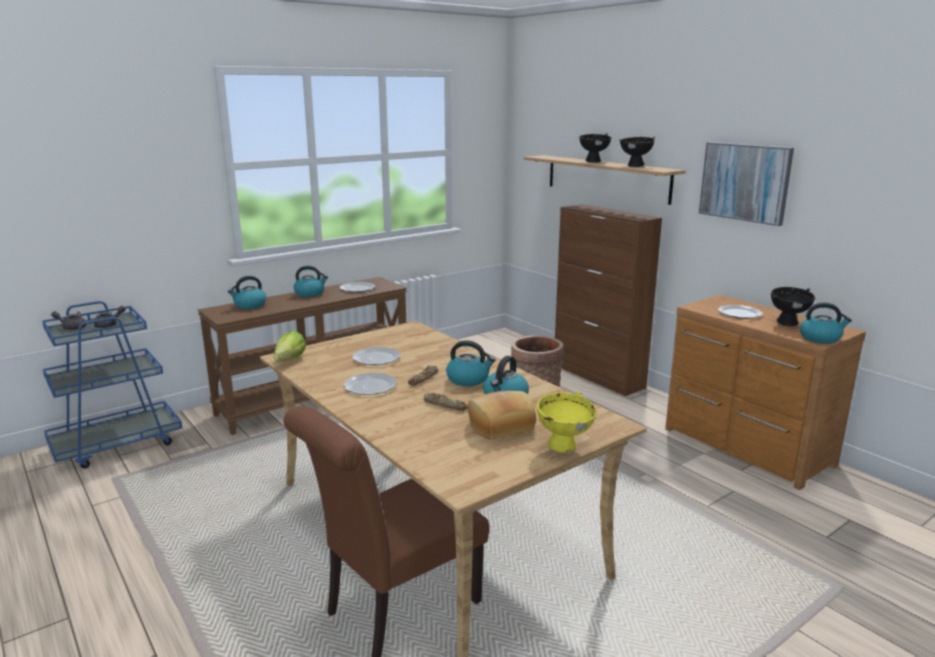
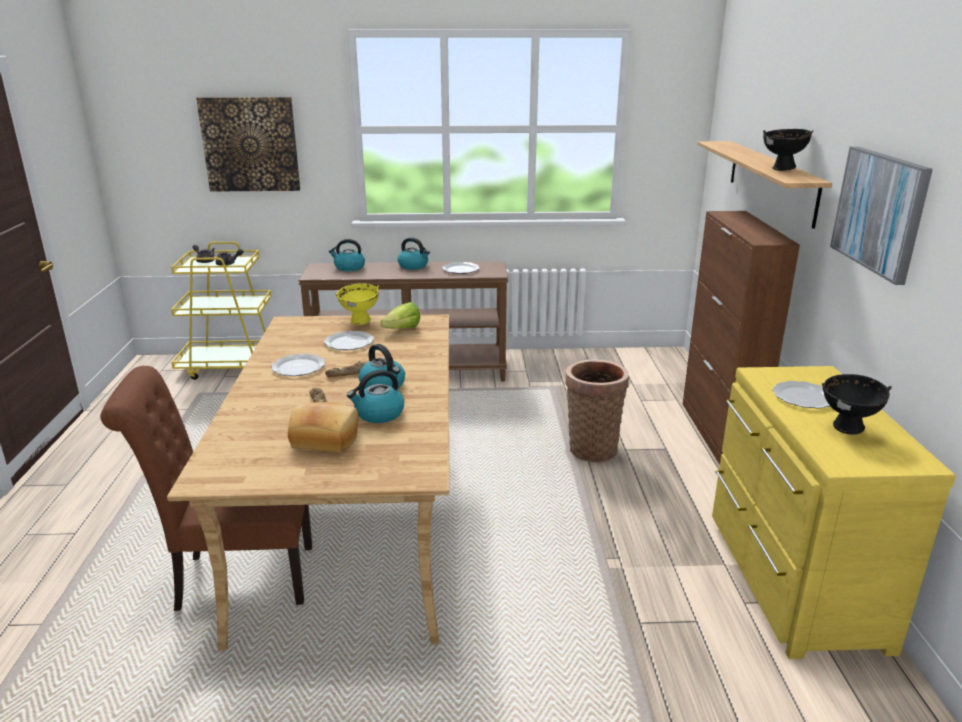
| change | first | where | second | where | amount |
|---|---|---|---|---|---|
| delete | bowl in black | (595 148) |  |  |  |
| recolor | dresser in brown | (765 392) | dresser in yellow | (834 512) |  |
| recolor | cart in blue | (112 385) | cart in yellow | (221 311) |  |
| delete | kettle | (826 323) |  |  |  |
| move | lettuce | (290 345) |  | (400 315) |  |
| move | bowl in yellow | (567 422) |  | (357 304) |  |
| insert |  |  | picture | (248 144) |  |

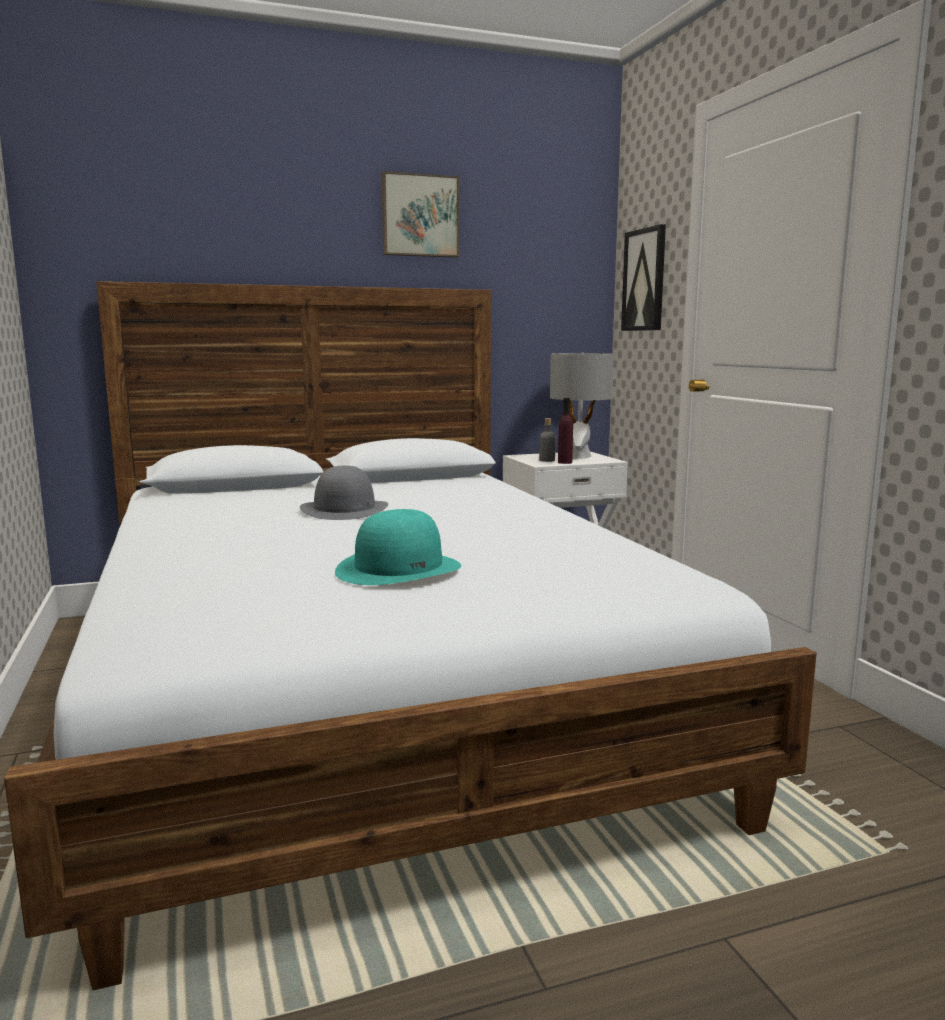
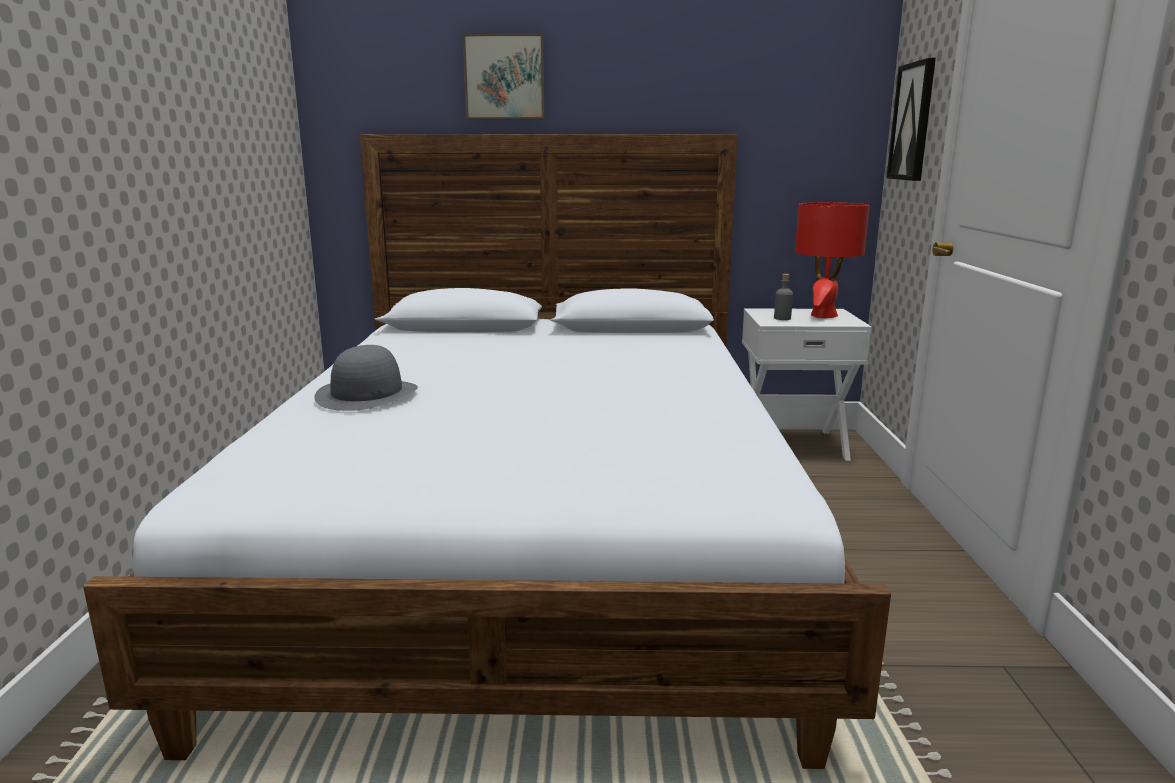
| change | first | where | second | where | amount |
|---|---|---|---|---|---|
| move | picture | (420 214) |  | (503 76) |  |
| recolor | table lamp in grey | (582 405) | table lamp in red | (832 260) |  |
| delete | bottle in purple | (565 431) |  |  |  |
| move | hat in grey | (344 492) |  | (366 378) |  |
| delete | hat in turquoise | (398 547) |  |  |  |

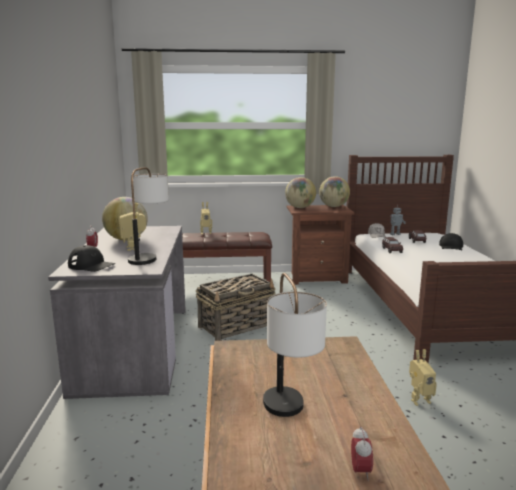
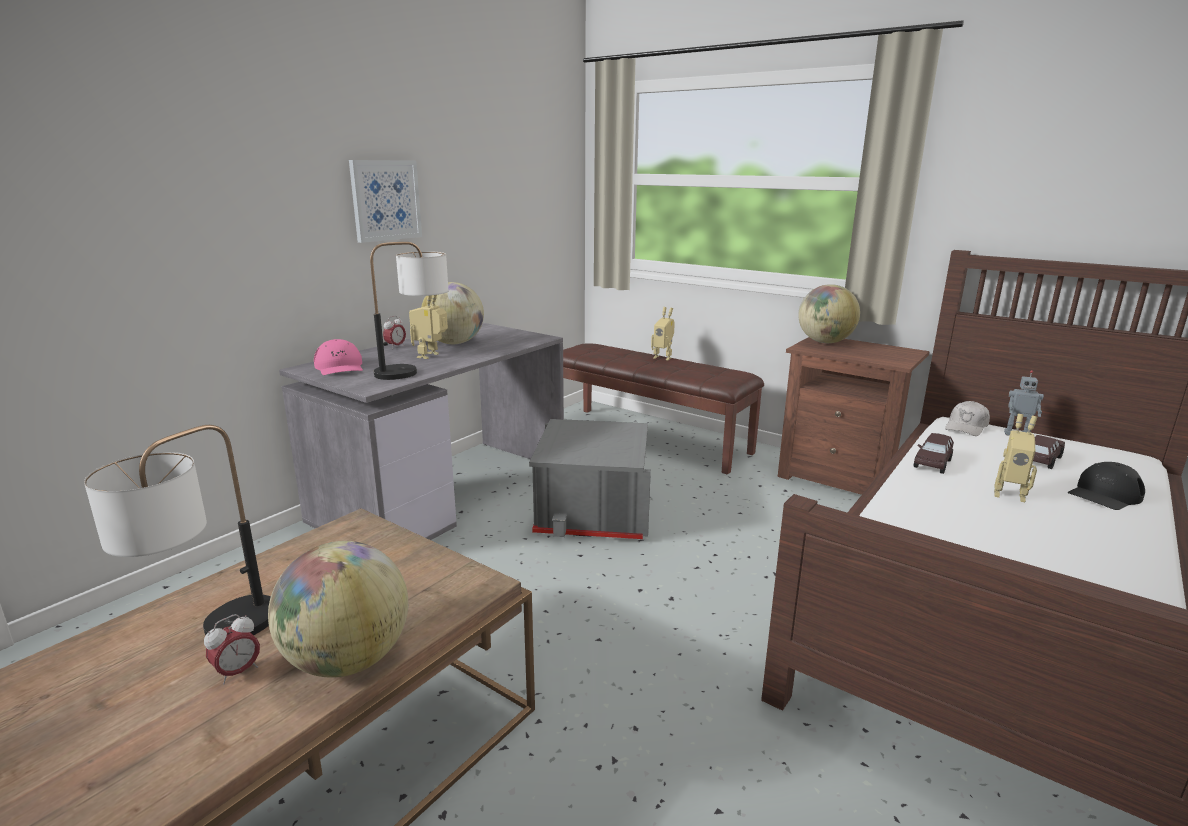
| change | first | where | second | where | amount |
|---|---|---|---|---|---|
| move | globe | (334 191) |  | (338 609) |  |
| recolor | cap in black | (92 258) | cap in pink | (338 357) |  |
| replace | basket | (236 307) | storage box in grey | (590 479) |  |
| move | toy robot | (423 377) |  | (1016 458) |  |
| move | alarm clock | (362 453) |  | (232 649) |  |
| insert |  |  | picture | (385 201) |  |

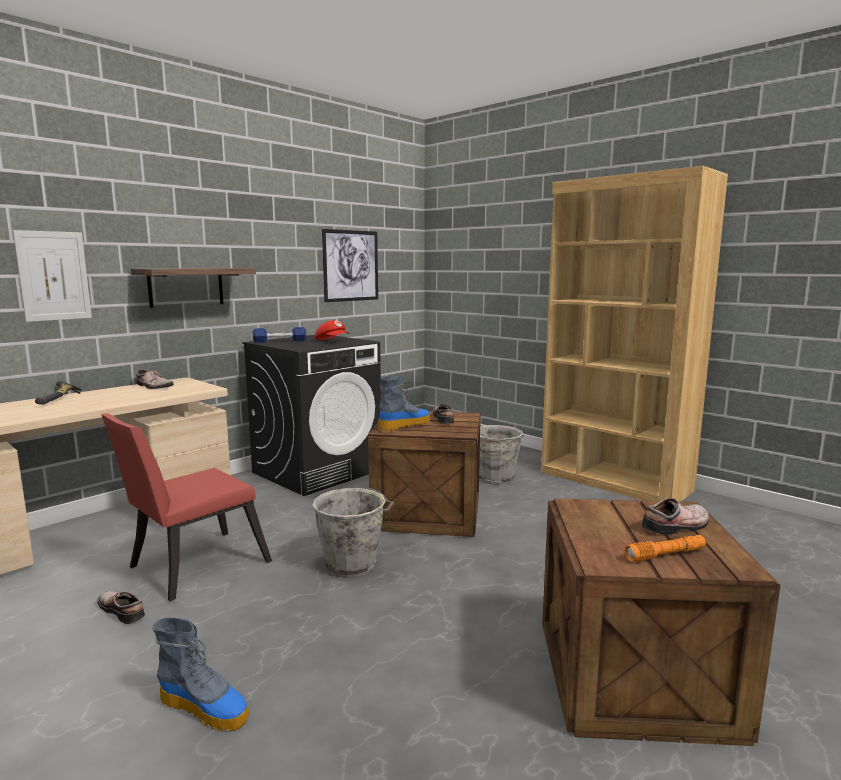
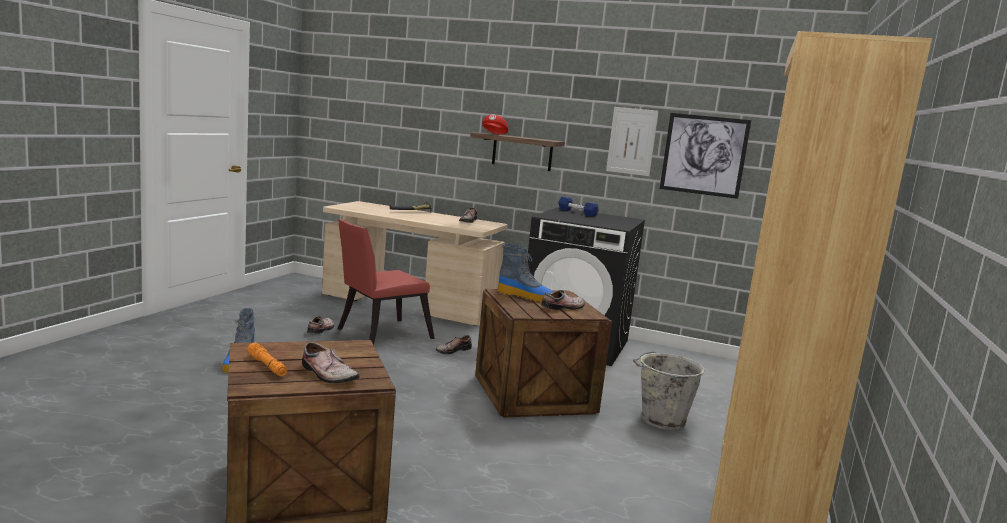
| change | first | where | second | where | amount |
|---|---|---|---|---|---|
| move | picture | (52 276) |  | (632 141) |  |
| move | cap in red | (332 330) |  | (494 124) |  |
| rotate | chair in red | (186 507) |  | (386 282) | 60 degrees counterclockwise |
| delete | bucket in grey | (353 533) |  |  |  |
| insert |  |  | shoe | (454 345) |  |

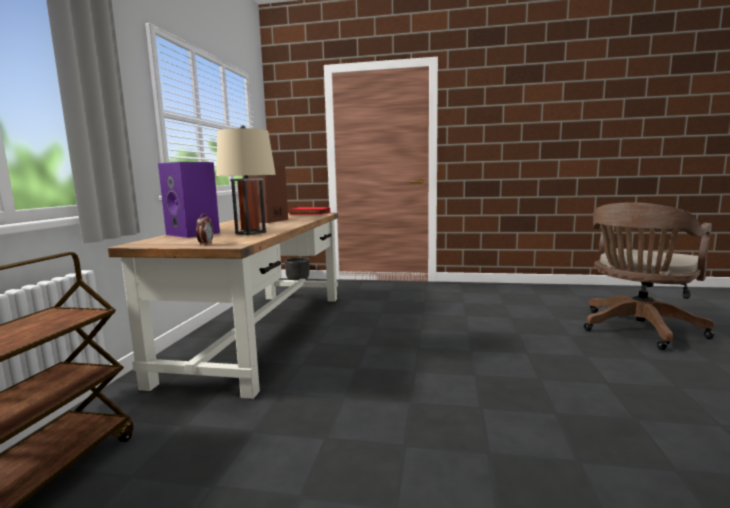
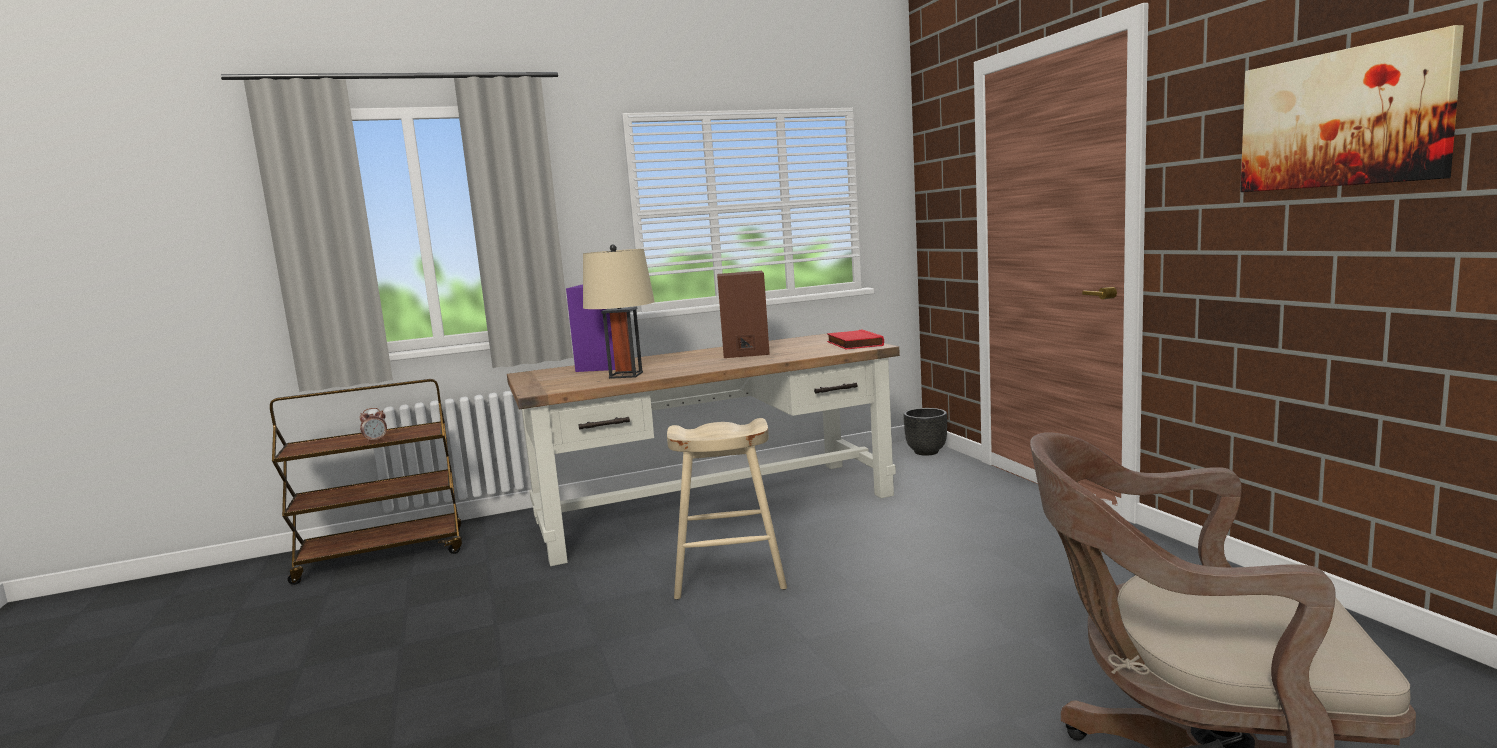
| change | first | where | second | where | amount |
|---|---|---|---|---|---|
| move | alarm clock | (204 229) |  | (373 425) |  |
| insert |  |  | picture | (1352 108) |  |
| insert |  |  | stool in beige | (727 509) |  |

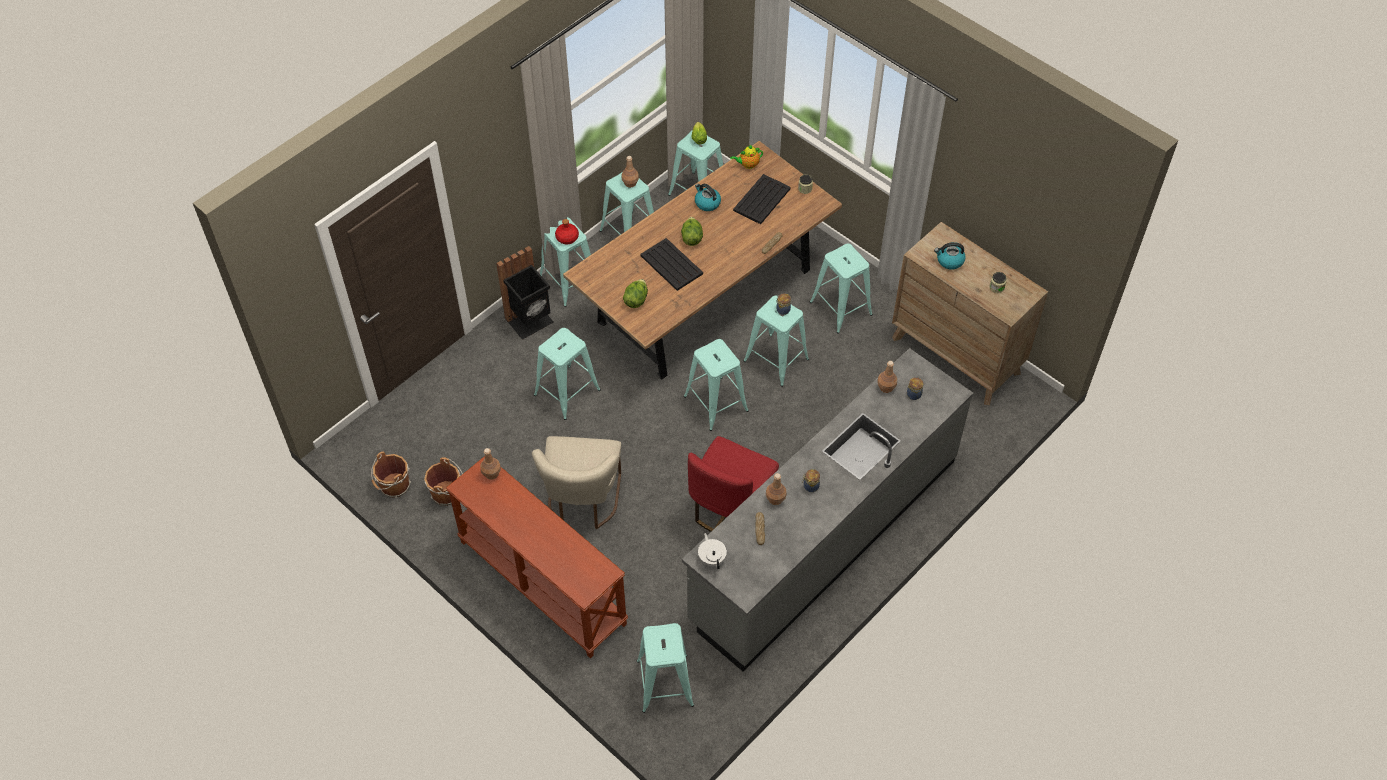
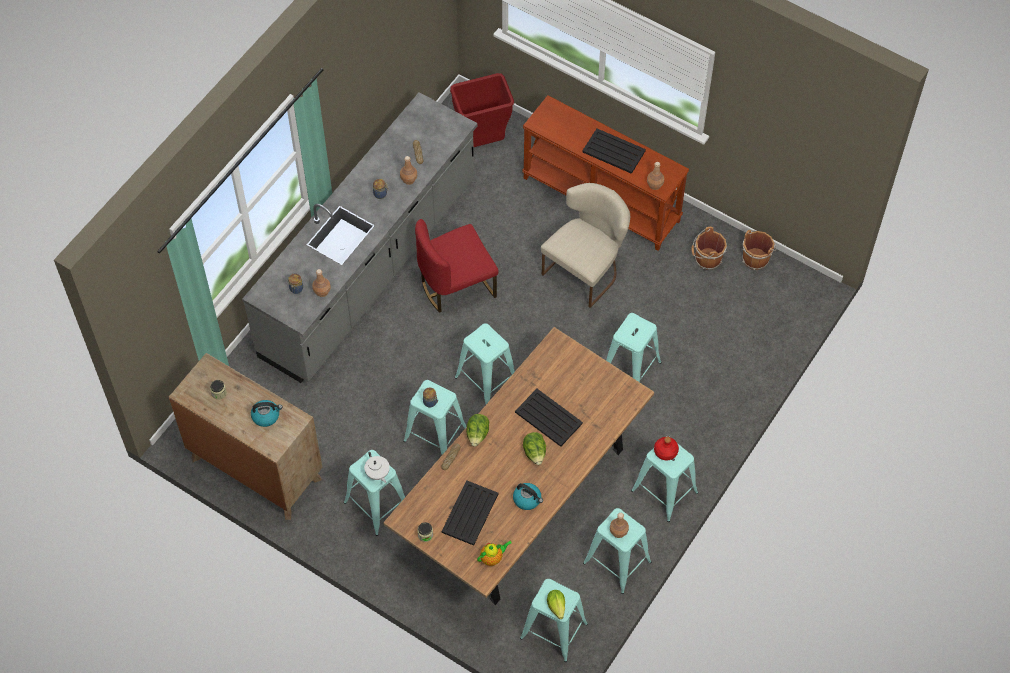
| change | first | where | second | where | amount |
|---|---|---|---|---|---|
| delete | trash can in black | (525 293) |  |  |  |
| move | lettuce | (635 293) |  | (478 430) |  |
| rotate | chair in beige | (576 482) |  | (585 245) | 45 degrees clockwise |
| rotate | chair in red | (733 484) |  | (457 266) | 135 degrees counterclockwise |
| move | teapot in white | (712 551) |  | (377 467) |  |
| replace | stool in turquoise | (665 668) | trash can in red | (482 110) |  |
| insert |  |  | tray in black | (614 151) |  |

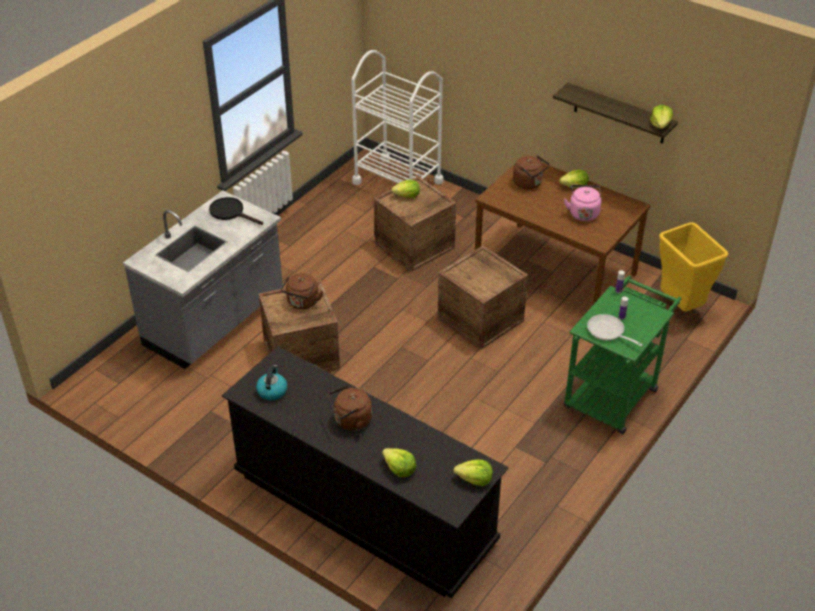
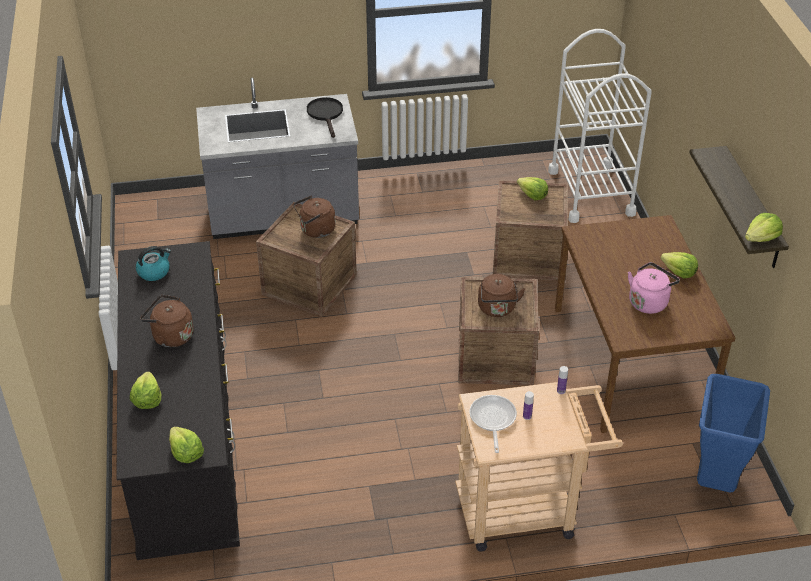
| change | first | where | second | where | amount |
|---|---|---|---|---|---|
| move | kettle in brown | (531 172) |  | (501 295) |  |
| recolor | trash can in yellow | (693 267) | trash can in blue | (733 433) |  |
| recolor | cart in green | (623 354) | cart in beige | (539 467) |  |

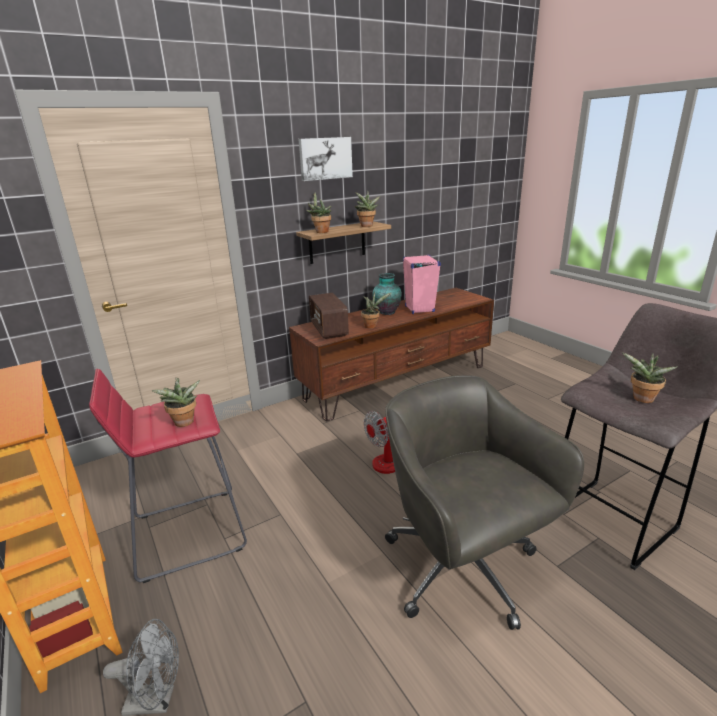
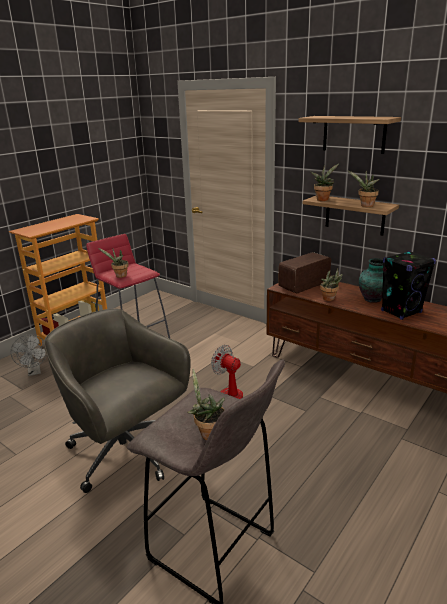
| change | first | where | second | where | amount |
|---|---|---|---|---|---|
| replace | picture | (325 159) | shelf | (349 135) |  |
| recolor | speaker in pink | (422 284) | speaker in black | (408 285) |  |
| rotate | office chair in grey | (484 502) |  | (117 401) | 90 degrees counterclockwise |

